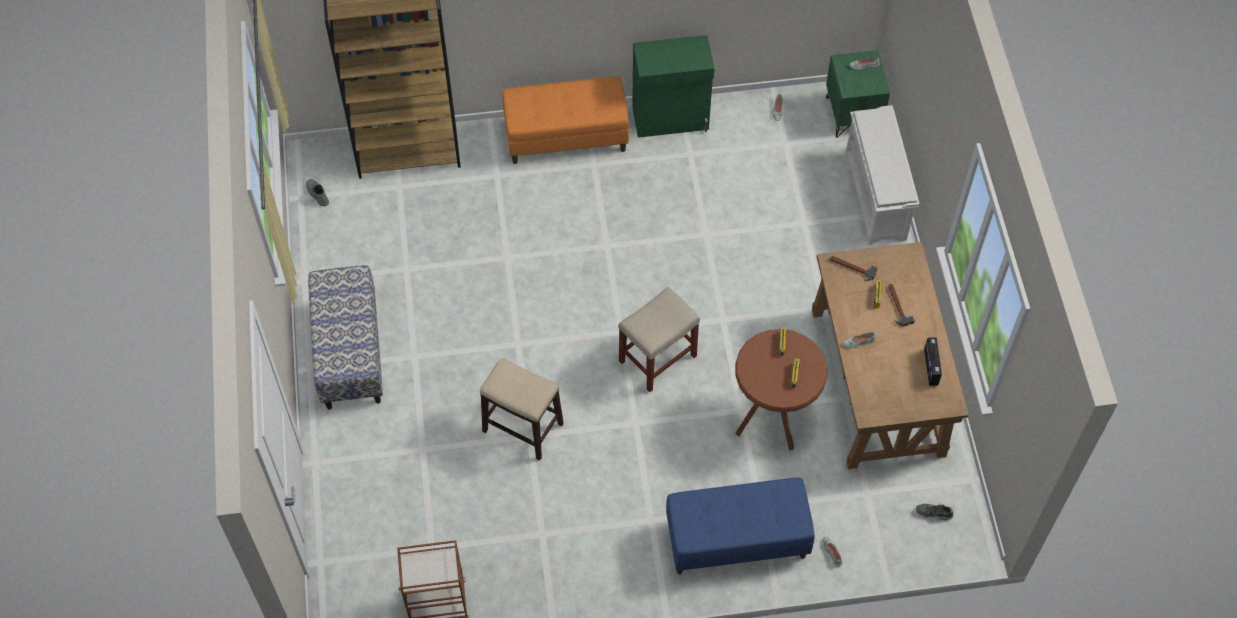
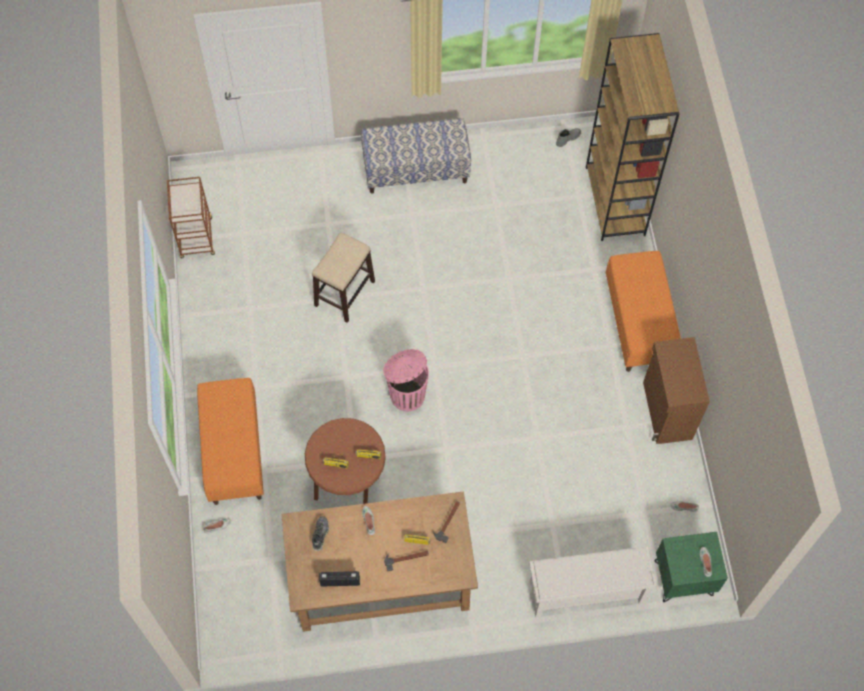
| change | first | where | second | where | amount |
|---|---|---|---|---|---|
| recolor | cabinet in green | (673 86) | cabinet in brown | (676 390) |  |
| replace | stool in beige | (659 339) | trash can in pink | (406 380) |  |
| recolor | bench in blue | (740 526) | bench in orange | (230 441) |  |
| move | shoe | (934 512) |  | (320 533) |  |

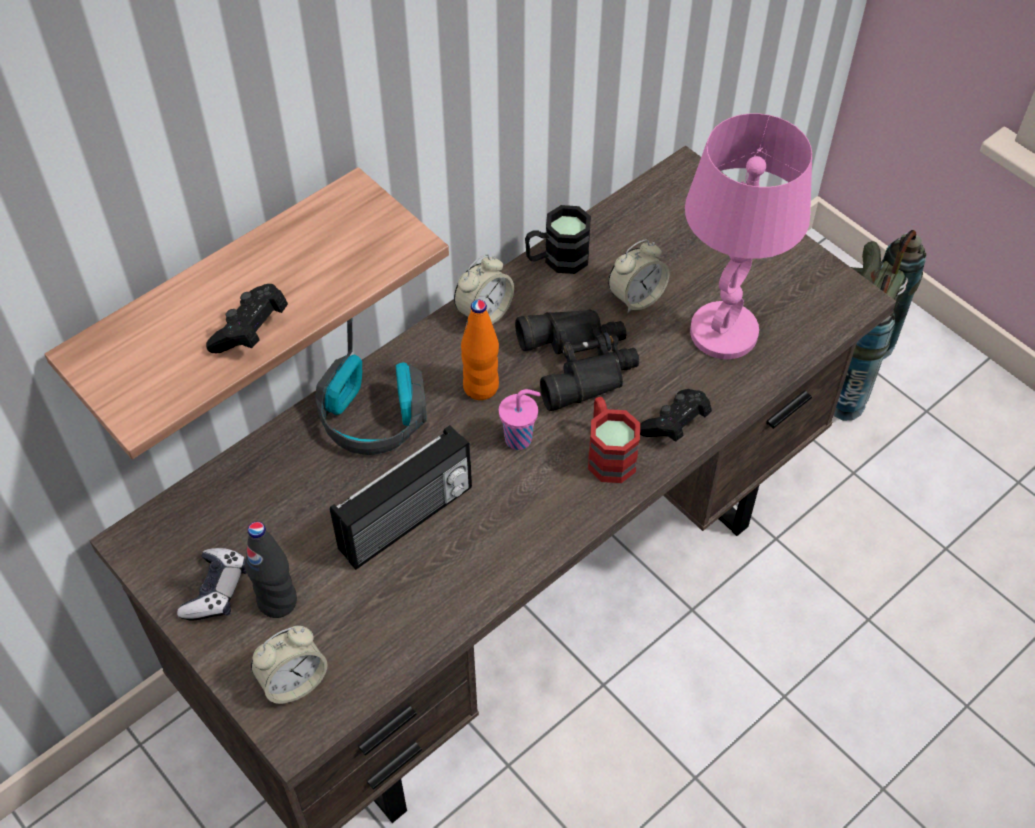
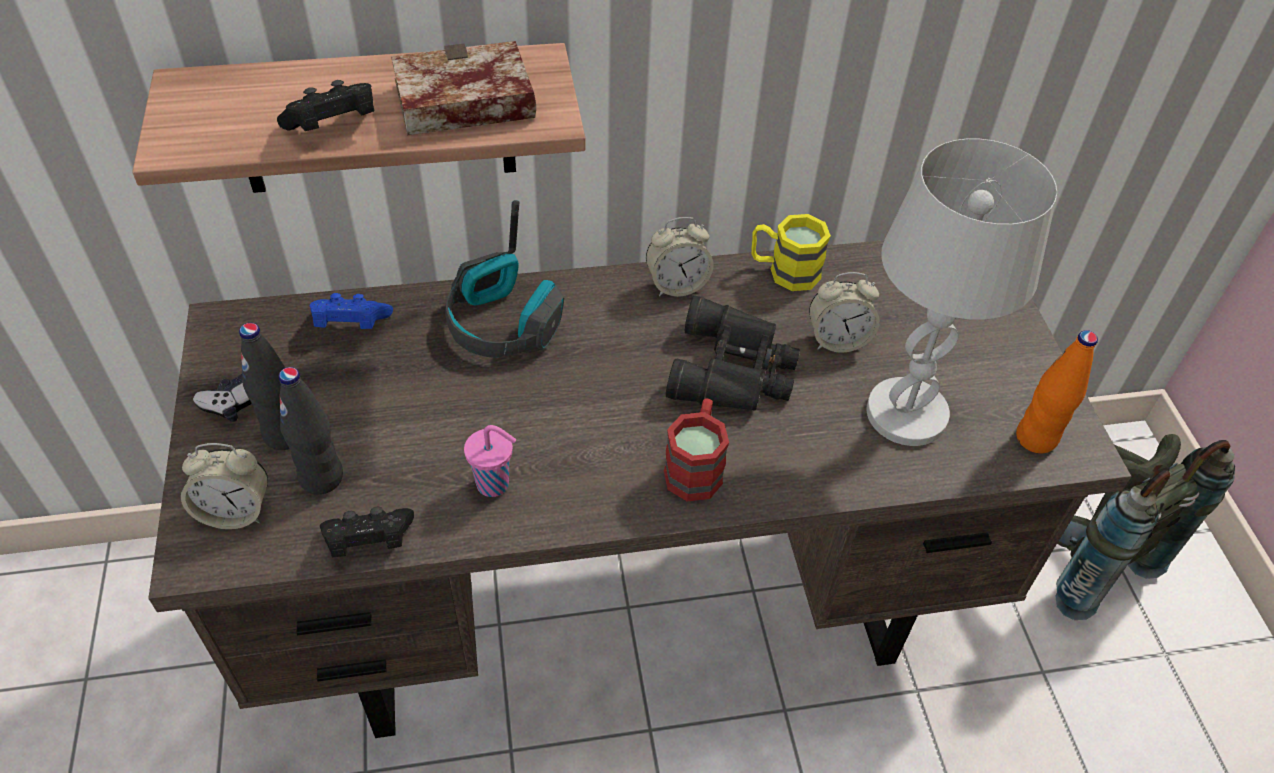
| change | first | where | second | where | amount |
|---|---|---|---|---|---|
| recolor | table lamp in pink | (748 236) | table lamp in white | (961 292) |  |
| recolor | mug in black | (558 239) | mug in yellow | (791 252) |  |
| move | bottle in orange | (480 350) |  | (1057 391) |  |
| move | cup in pink | (520 419) |  | (490 461) |  |
| move | game controller in black | (676 415) |  | (367 532) |  |
| delete | radio | (401 497) |  |  |  |
| insert |  |  | book | (463 88) |  |
| insert |  |  | game controller in blue | (351 311) |  |
| insert |  |  | bottle in black | (311 431) |  |

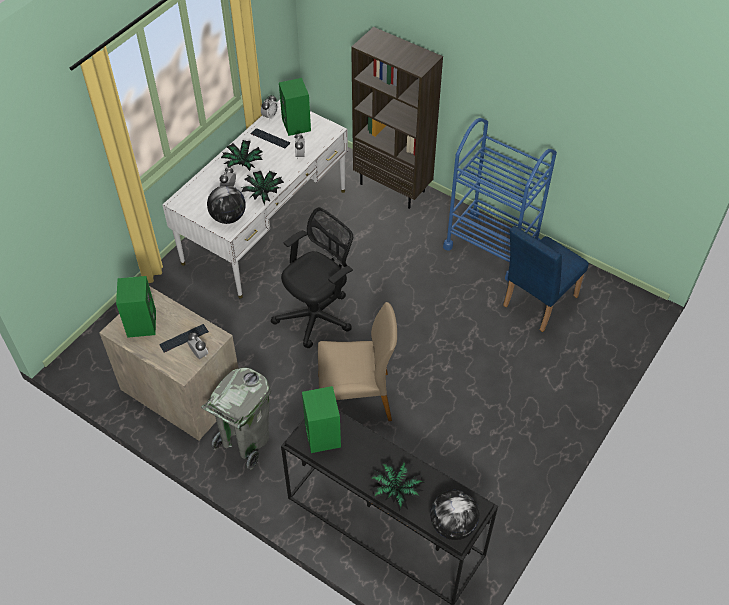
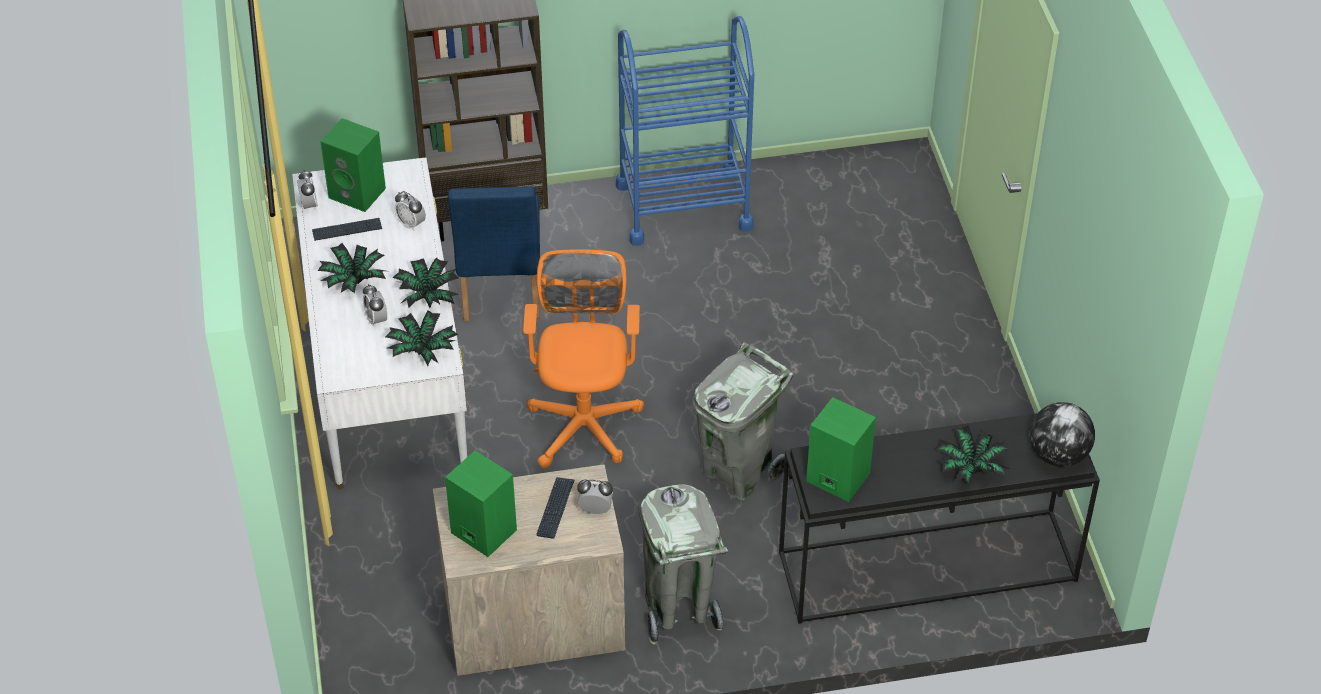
| change | first | where | second | where | amount |
|---|---|---|---|---|---|
| replace | globe | (226 204) | potted plant | (421 338) |  |
| recolor | office chair in black | (311 277) | office chair in orange | (583 358) |  |
| move | chair in blue | (546 279) |  | (494 253) |  |
| replace | chair in beige | (357 361) | trash can in grey | (742 421) |  |

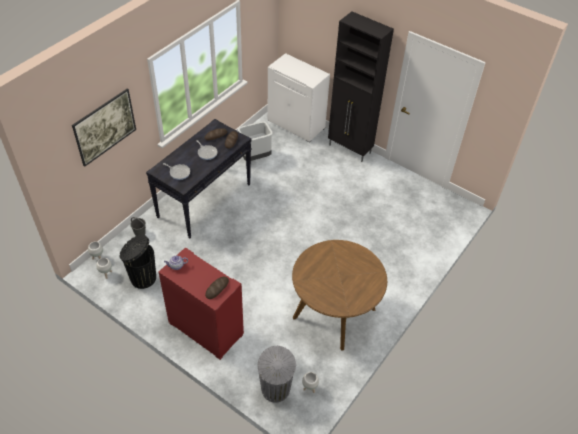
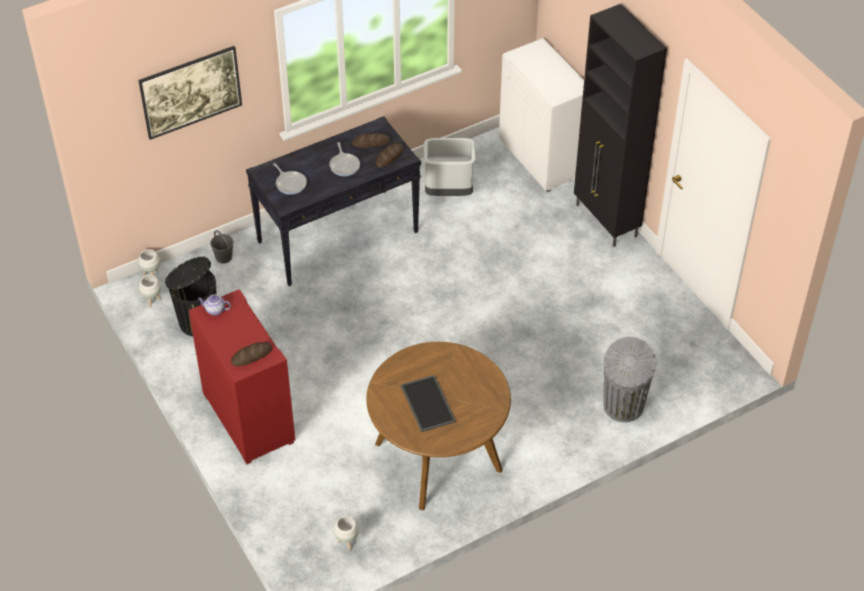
| change | first | where | second | where | amount |
|---|---|---|---|---|---|
| move | trash can in grey | (277 374) |  | (629 379) |  |
| insert |  |  | tray | (428 403) |  |

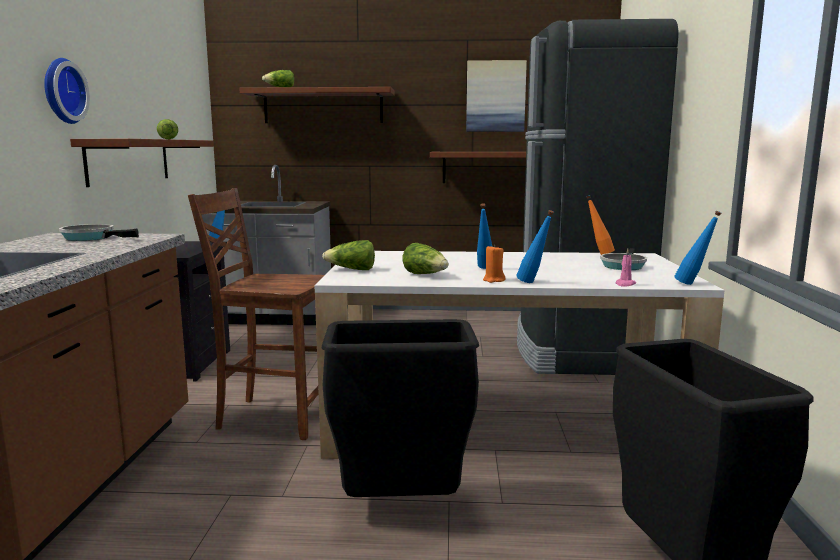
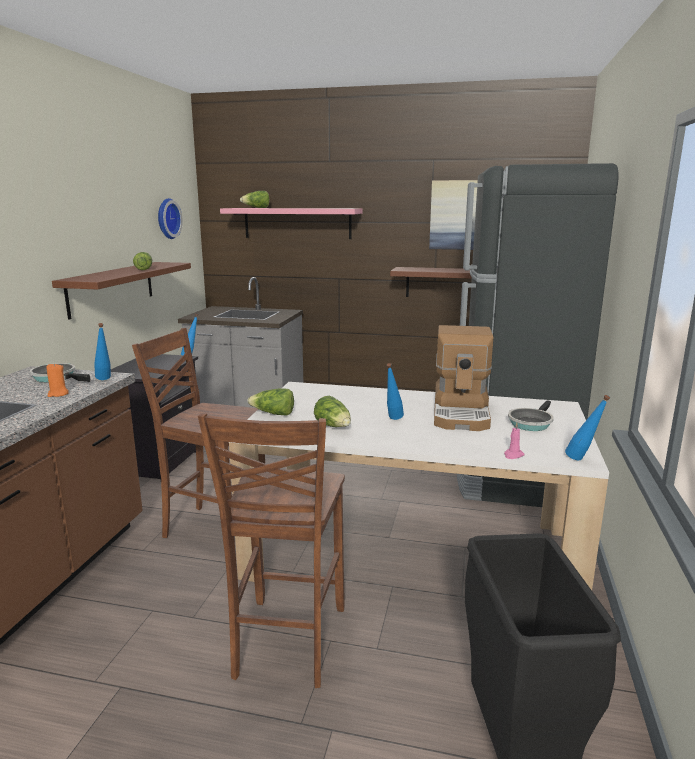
| change | first | where | second | where | amount |
|---|---|---|---|---|---|
| move | wall clock | (67 91) |  | (170 218) |  |
| recolor | shelf in brown | (317 105) | shelf in pink | (291 223) |  |
| delete | bottle in orange | (600 225) |  |  |  |
| move | bottle in blue | (535 246) |  | (102 351) |  |
| move | candle in orange | (494 264) |  | (57 380) |  |
| replace | trash can in black | (400 408) | chair in brown | (271 550) |  |
| insert |  |  | coffee machine | (463 378) |  |

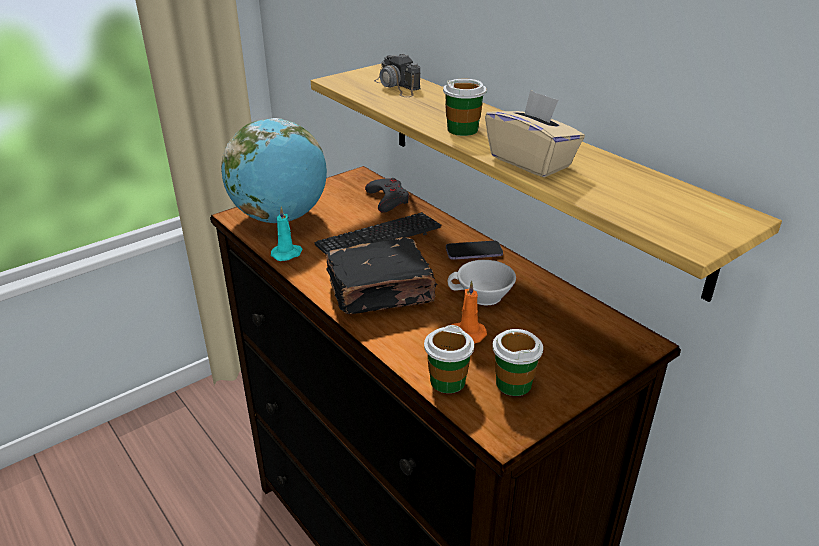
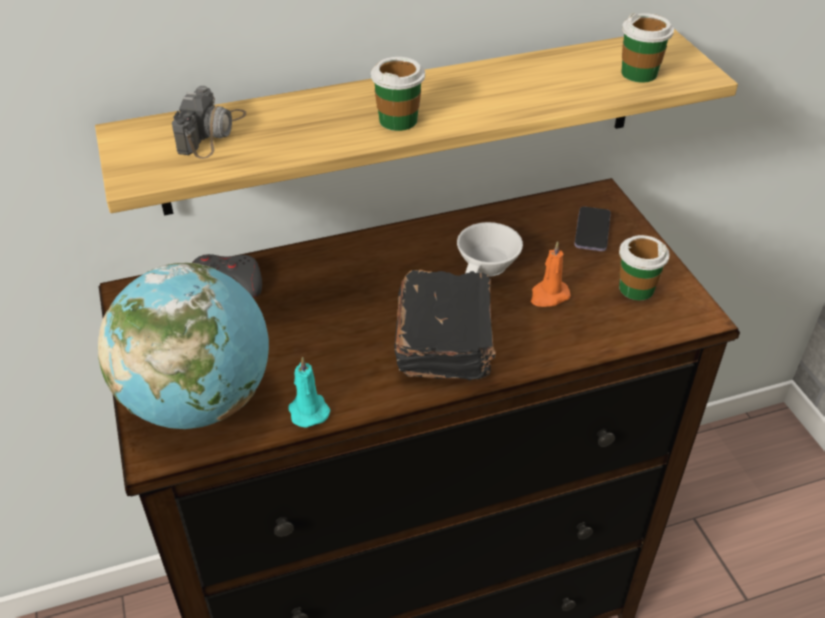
| change | first | where | second | where | amount |
|---|---|---|---|---|---|
| rotate | photo camera | (397 75) |  | (209 122) | 60 degrees counterclockwise |
| delete | tissue box in beige | (535 134) |  |  |  |
| delete | keyboard | (378 233) |  |  |  |
| move | phone | (474 250) |  | (592 229) |  |
| move | cup | (449 359) |  | (647 48) |  |

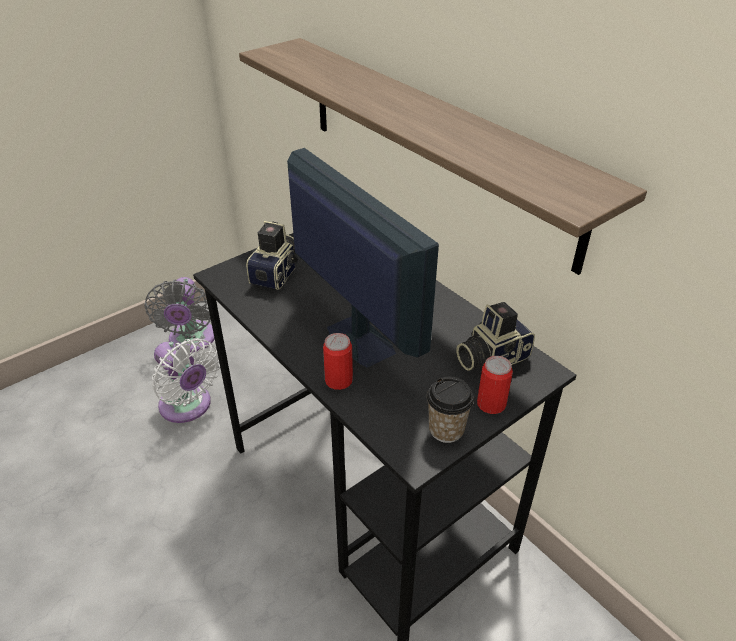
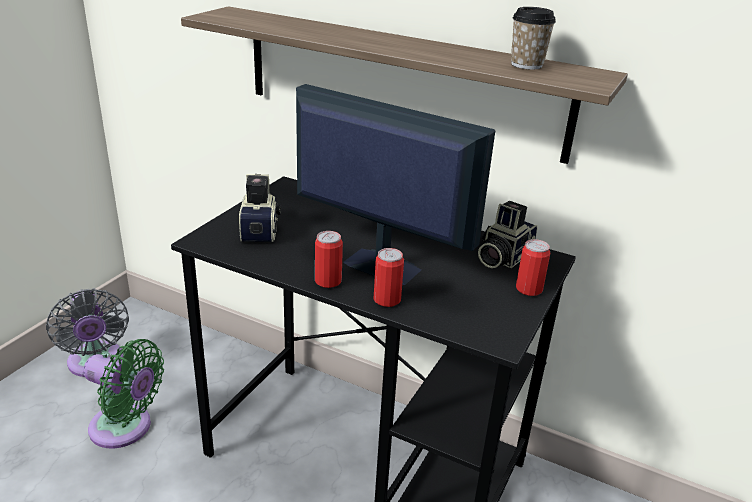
| change | first | where | second | where | amount |
|---|---|---|---|---|---|
| recolor | fan in white | (186 380) | fan in green | (123 394) |  |
| move | cup | (450 409) |  | (533 38) |  |
| insert |  |  | can | (329 259) |  |

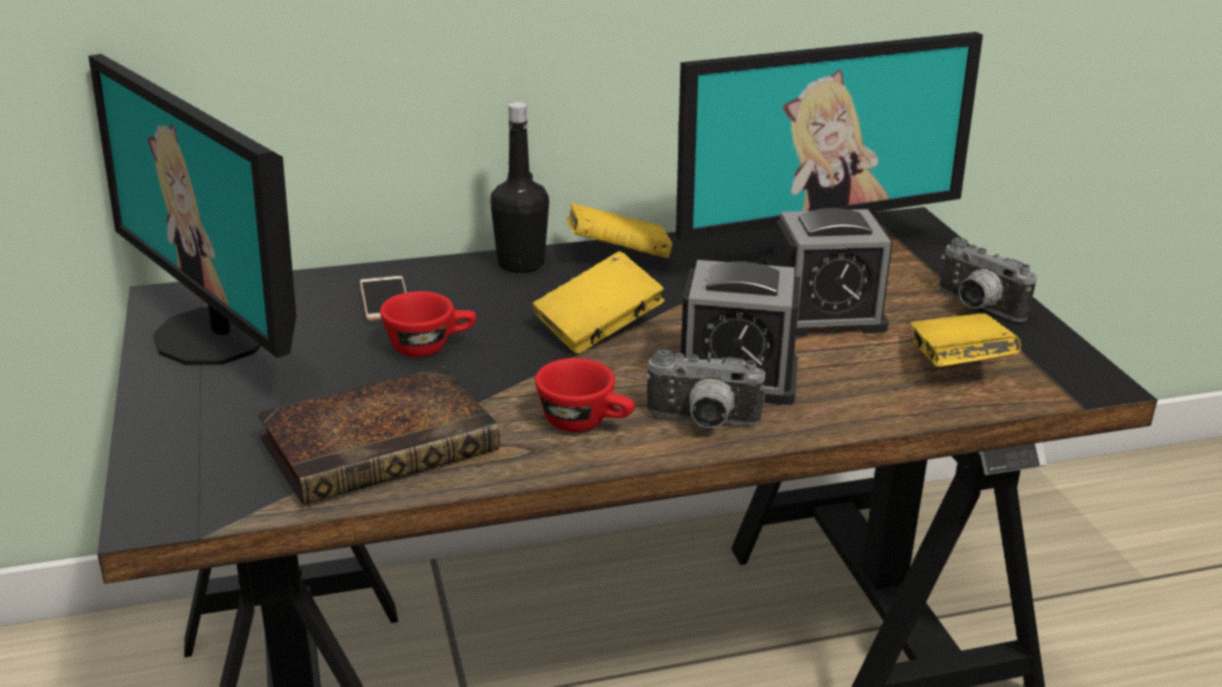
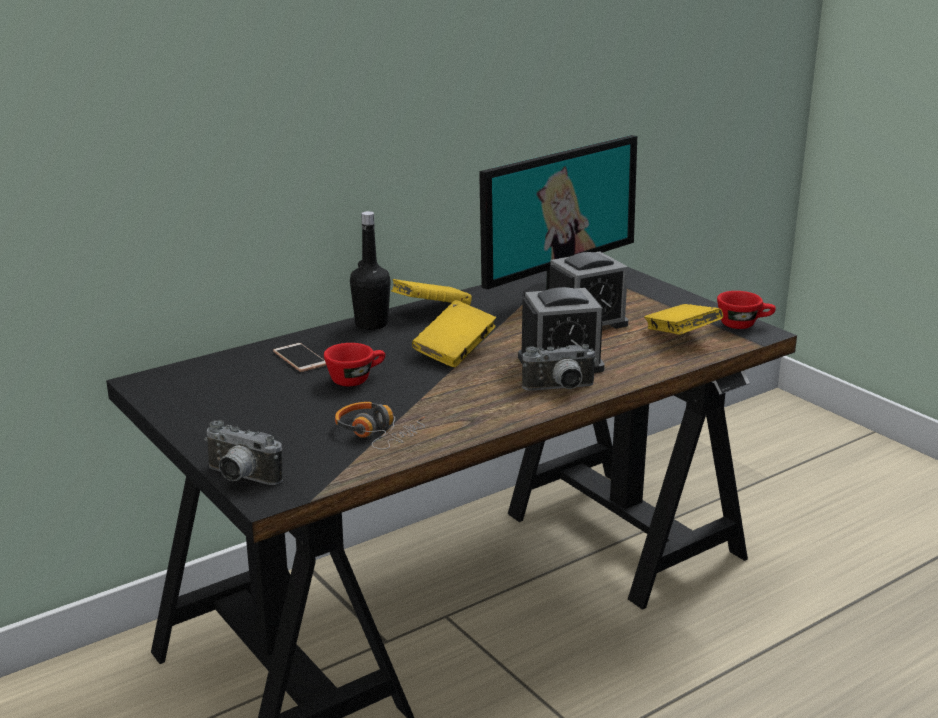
| change | first | where | second | where | amount |
|---|---|---|---|---|---|
| delete | monitor | (192 209) |  |  |  |
| move | photo camera | (988 279) |  | (243 452) |  |
| move | cup in red | (585 395) |  | (746 310) |  |
| replace | book | (378 435) | headphones | (380 426) |  |

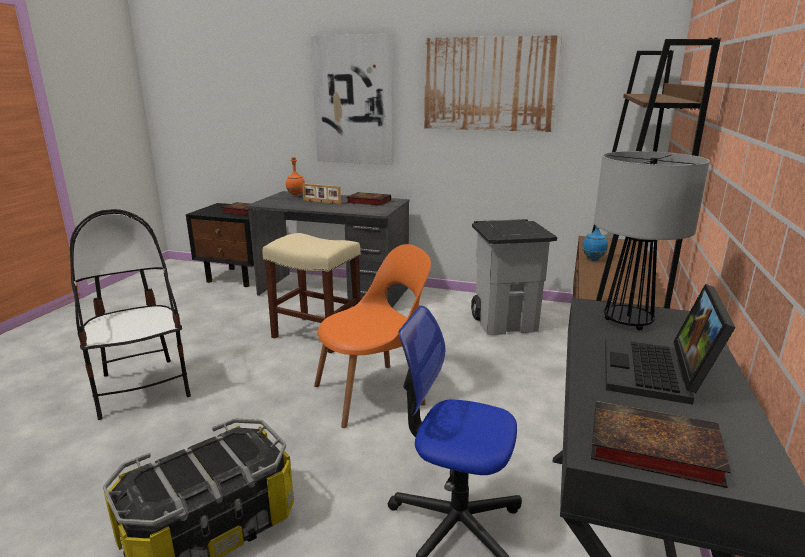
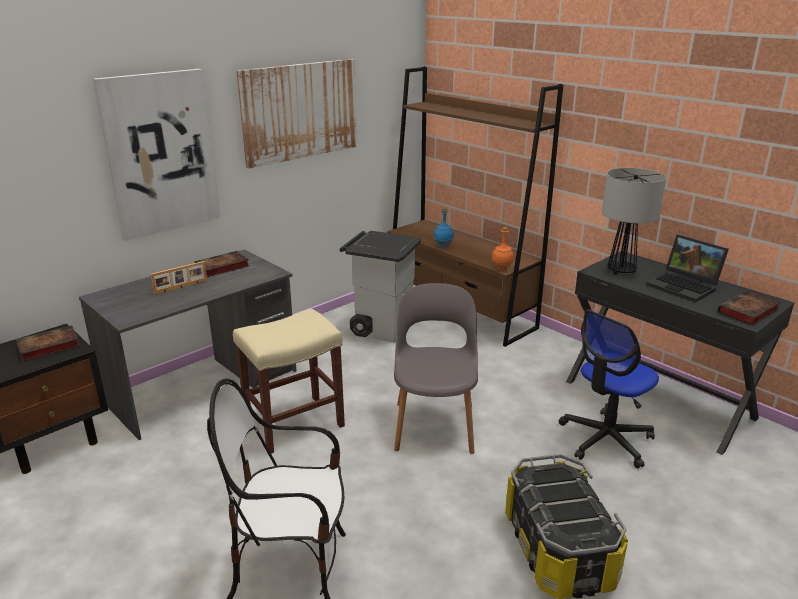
| change | first | where | second | where | amount |
|---|---|---|---|---|---|
| move | bottle in orange | (295 176) |  | (503 248) |  |
| recolor | chair in orange | (372 336) | chair in grey | (436 368) |  |

